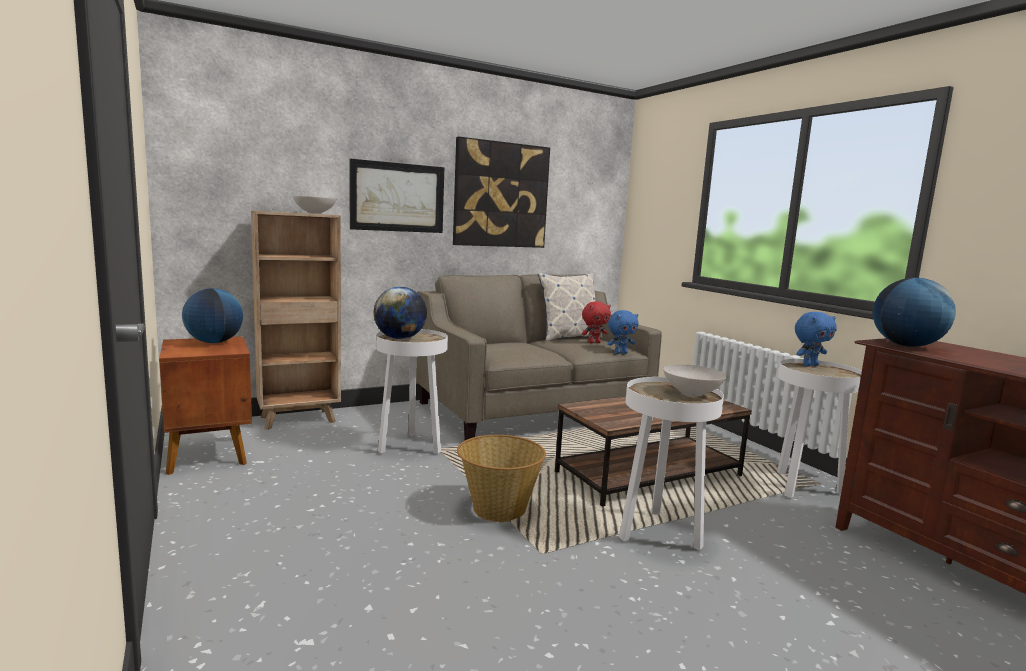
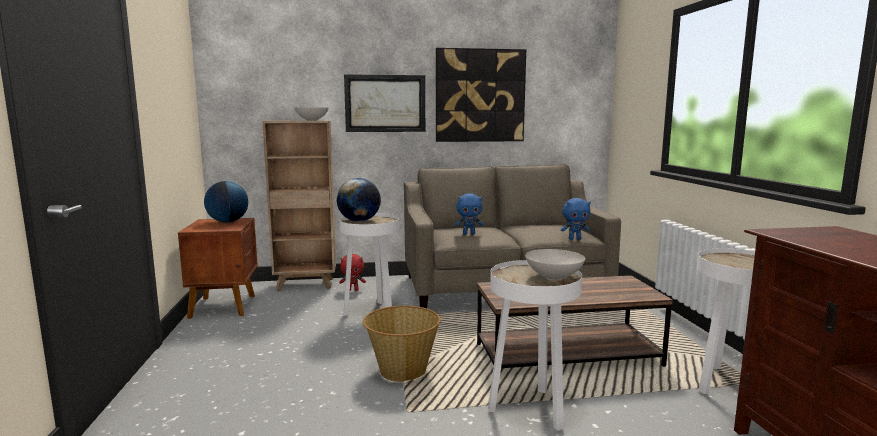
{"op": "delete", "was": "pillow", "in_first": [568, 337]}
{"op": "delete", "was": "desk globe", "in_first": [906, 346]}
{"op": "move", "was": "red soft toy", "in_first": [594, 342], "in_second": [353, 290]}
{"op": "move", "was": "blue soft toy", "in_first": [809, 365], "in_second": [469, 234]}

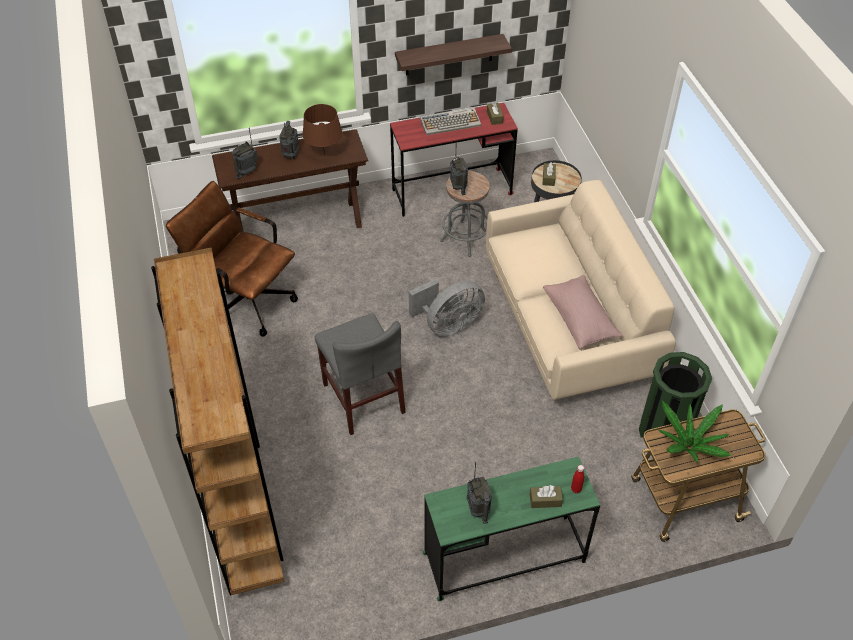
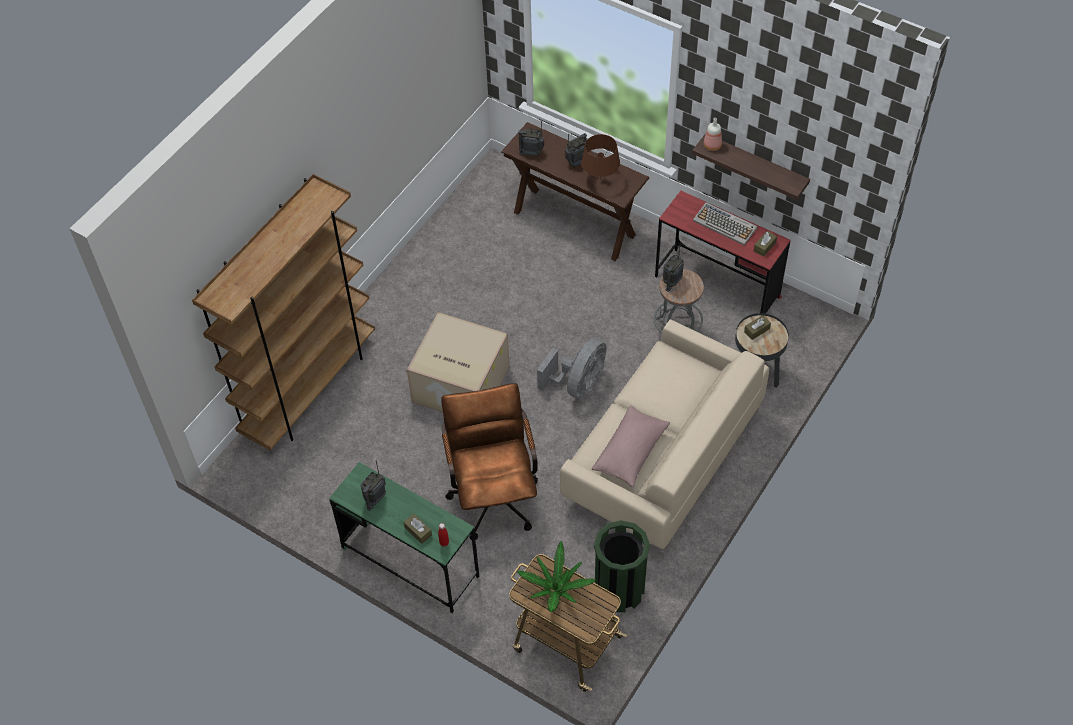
{"op": "move", "was": "brownish office chair", "in_first": [244, 300], "in_second": [493, 493]}
{"op": "rotate", "was": "grey electric fan", "in_first": [448, 325], "in_second": [578, 384], "clockwise": -75}
{"op": "replace", "was": "grey plain chair", "now": "packing box", "in_first": [363, 398], "in_second": [459, 385]}
{"op": "insert", "now": "drink bottle", "in_second": [713, 145]}

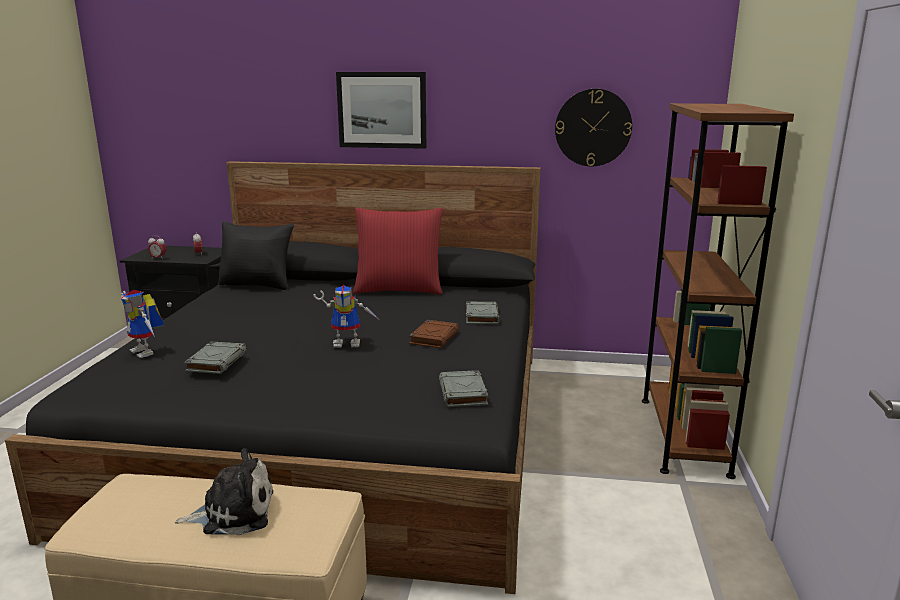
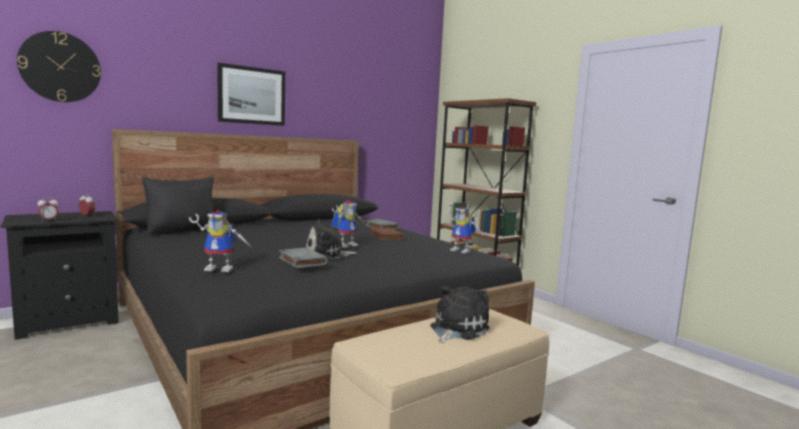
{"op": "move", "was": "hanging clock", "in_first": [593, 127], "in_second": [60, 67]}
{"op": "delete", "was": "red pillow", "in_first": [399, 290]}
{"op": "replace", "was": "grey bound book", "now": "robot figure", "in_first": [463, 393], "in_second": [463, 251]}
{"op": "insert", "now": "soft toy", "in_second": [327, 255]}

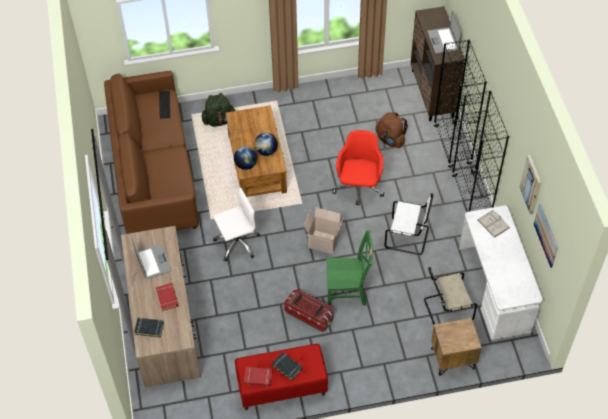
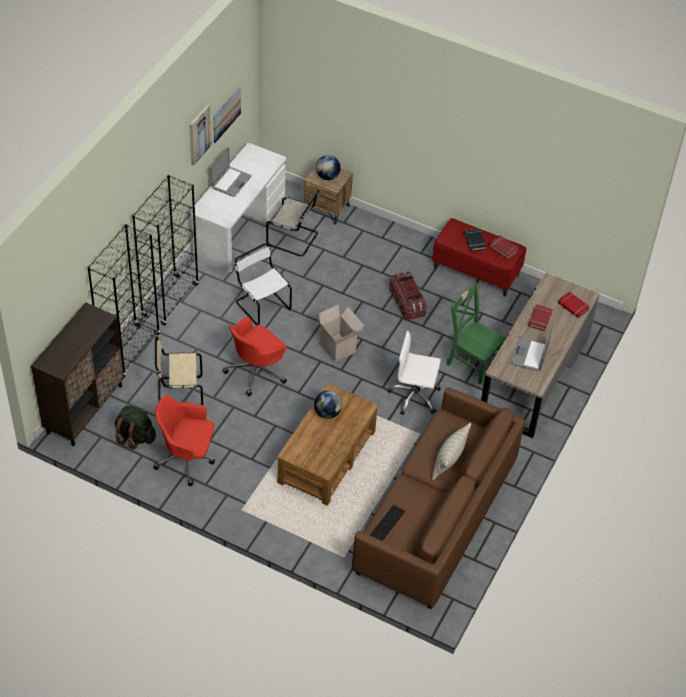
{"op": "move", "was": "laptop", "in_first": [443, 41], "in_second": [231, 182]}
{"op": "move", "was": "green-coloured knapsack", "in_first": [219, 120], "in_second": [135, 437]}
{"op": "replace", "was": "brownish knapsack", "now": "sand-coloured plain chair", "in_first": [390, 139], "in_second": [178, 393]}
{"op": "move", "was": "desk globe", "in_first": [246, 165], "in_second": [327, 176]}
{"op": "delete", "was": "white-coloured bound book", "in_first": [493, 224]}
{"op": "move", "was": "green-coloured plain chair", "in_first": [348, 291], "in_second": [471, 361]}
{"op": "recolor", "was": "black bound book", "now": "red bound book", "in_first": [149, 328], "in_second": [573, 306]}
{"op": "insert", "now": "red office chair", "in_second": [187, 458]}
{"op": "insert", "now": "pillow", "in_second": [449, 460]}

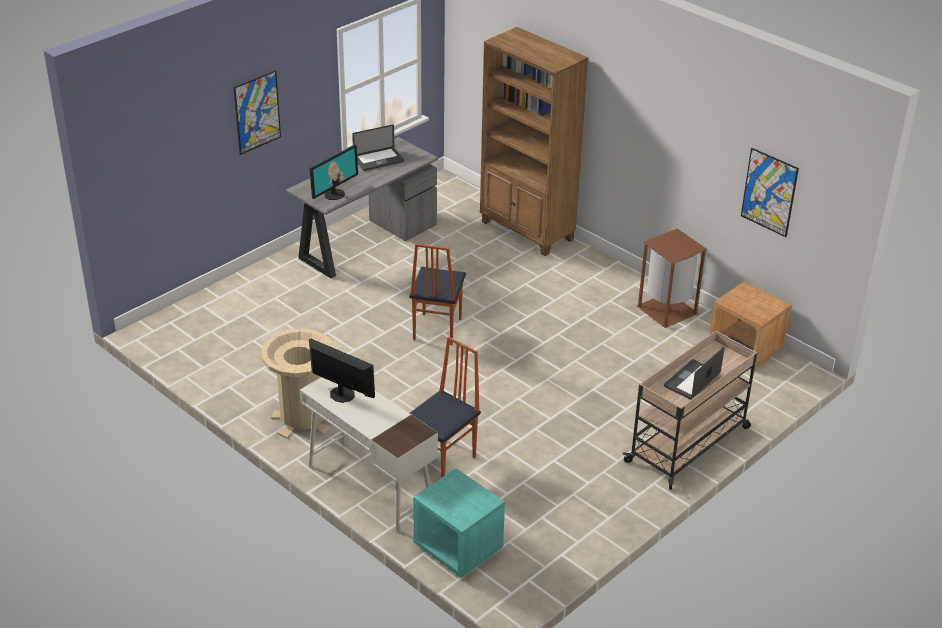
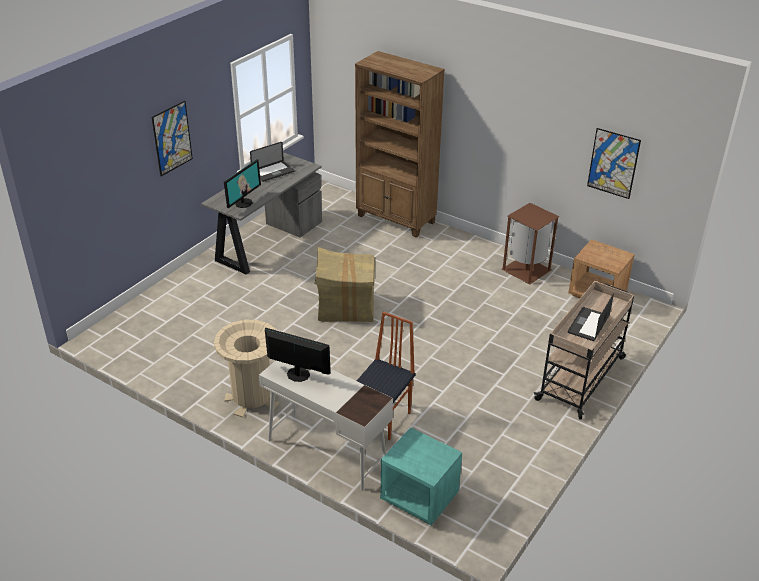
{"op": "replace", "was": "plain chair", "now": "packing box", "in_first": [436, 329], "in_second": [345, 307]}

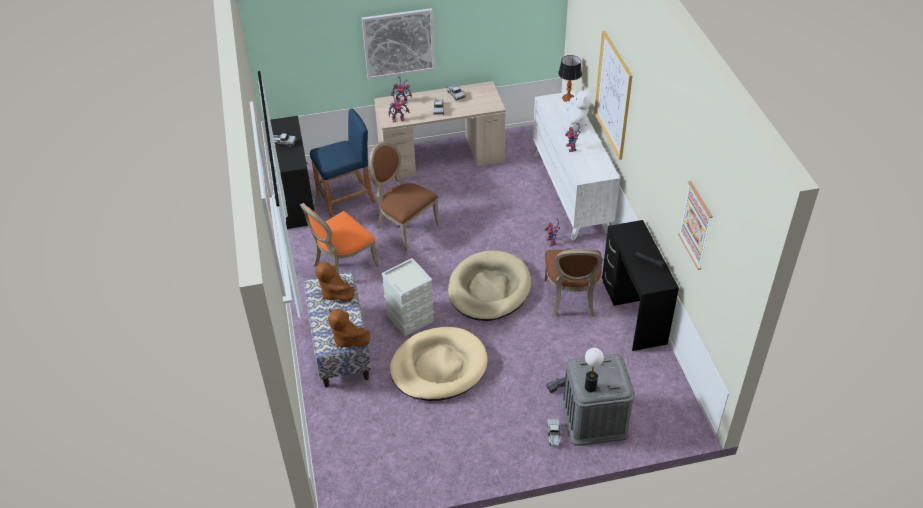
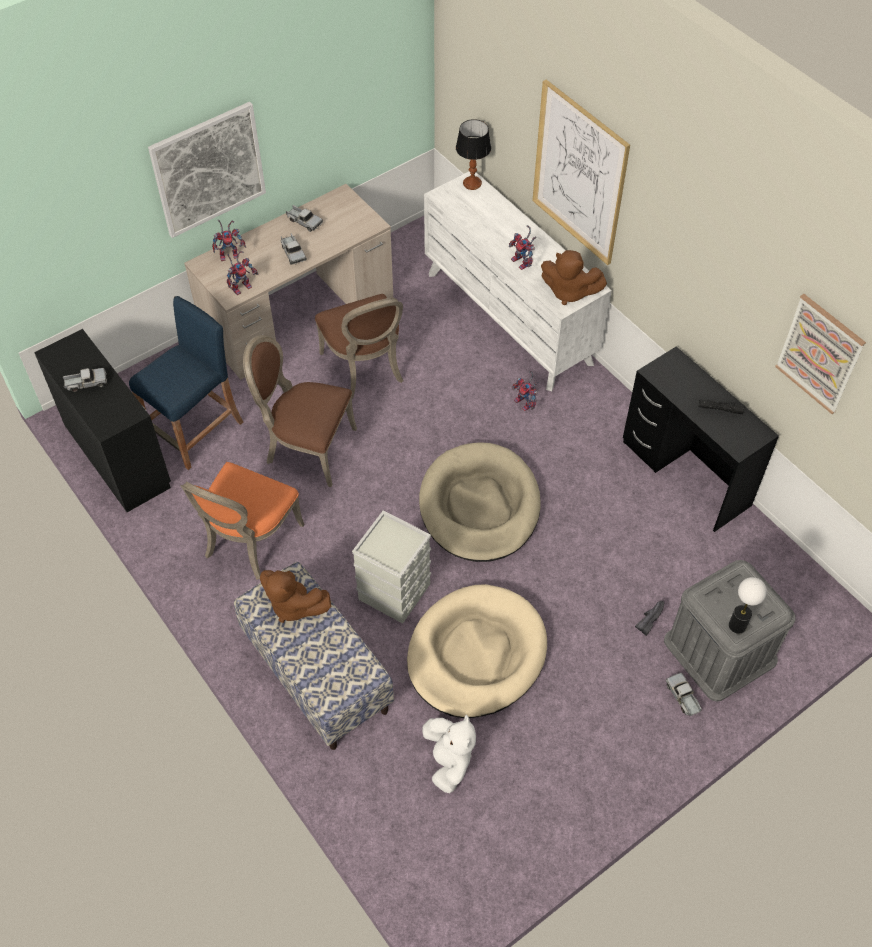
{"op": "move", "was": "white-coloured soft toy", "in_first": [574, 124], "in_second": [449, 760]}
{"op": "move", "was": "brownish plain chair", "in_first": [571, 299], "in_second": [366, 368]}
{"op": "move", "was": "brownish soft toy", "in_first": [348, 339], "in_second": [569, 292]}

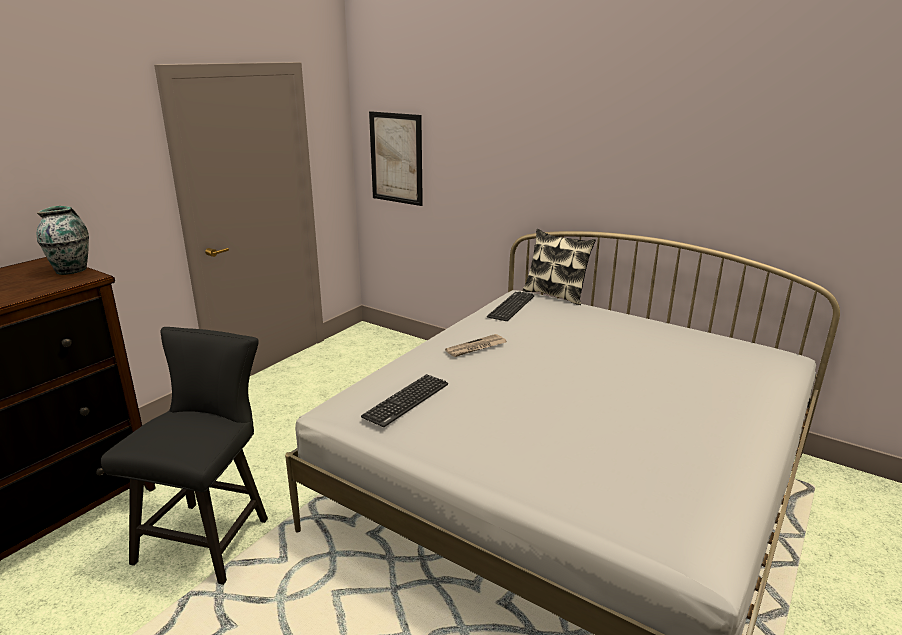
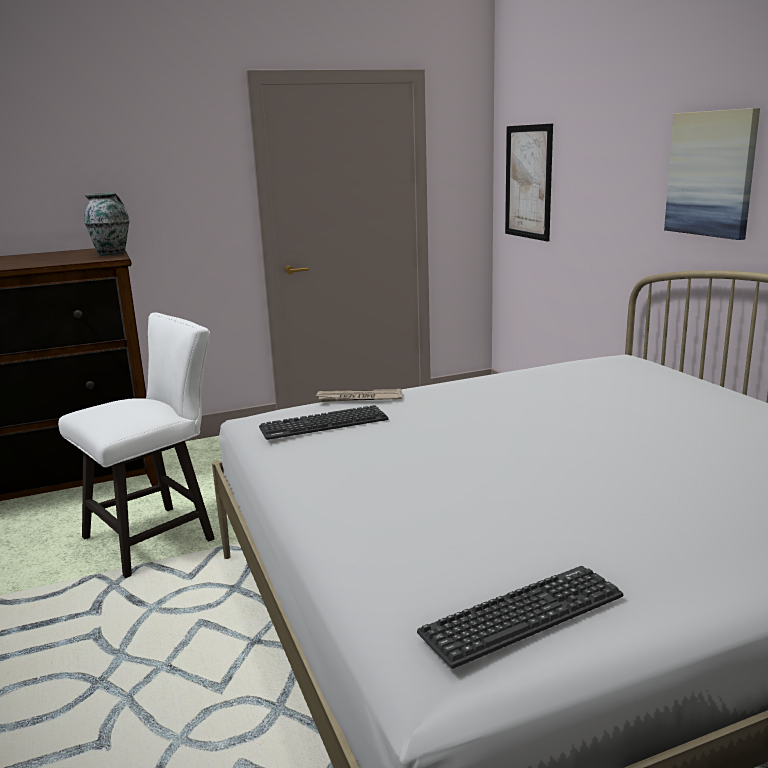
{"op": "delete", "was": "pillow", "in_first": [555, 295]}
{"op": "move", "was": "keyboard", "in_first": [511, 306], "in_second": [523, 615]}
{"op": "recolor", "was": "black plain chair", "now": "white-coloured plain chair", "in_first": [209, 535], "in_second": [158, 536]}
{"op": "move", "was": "daily paper", "in_first": [476, 348], "in_second": [358, 398]}
{"op": "insert", "now": "wall art", "in_second": [711, 174]}

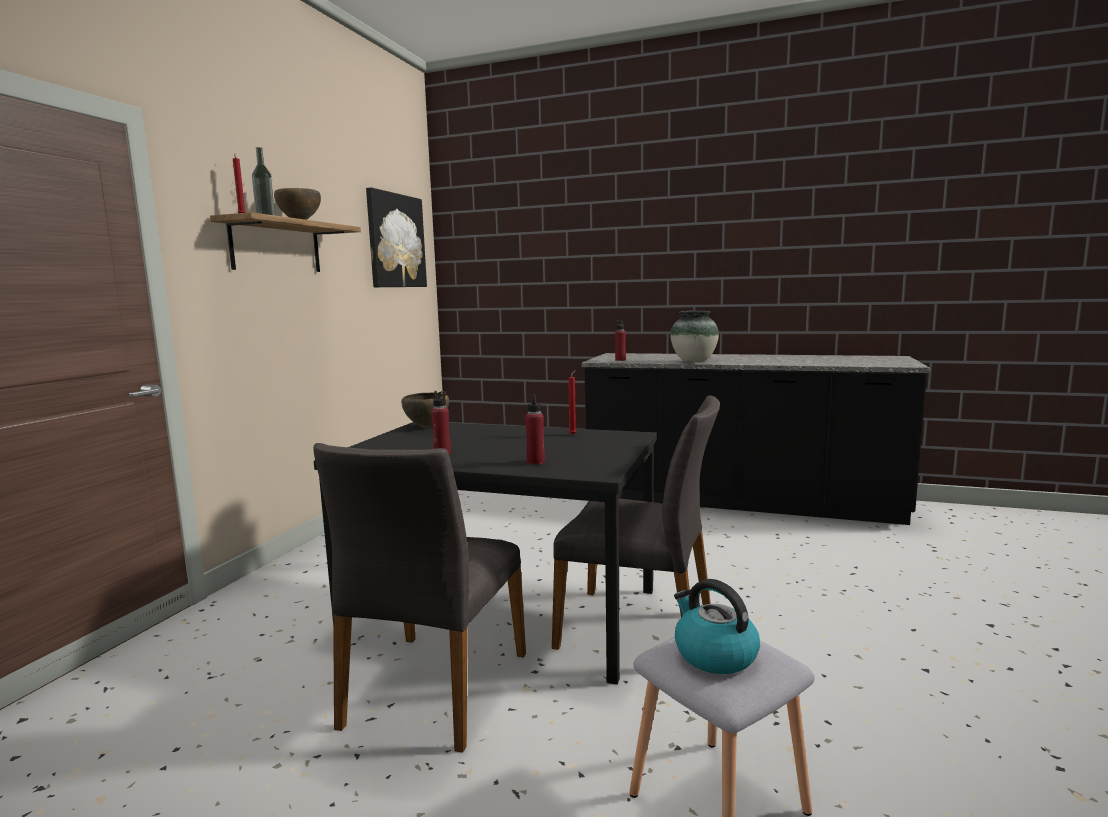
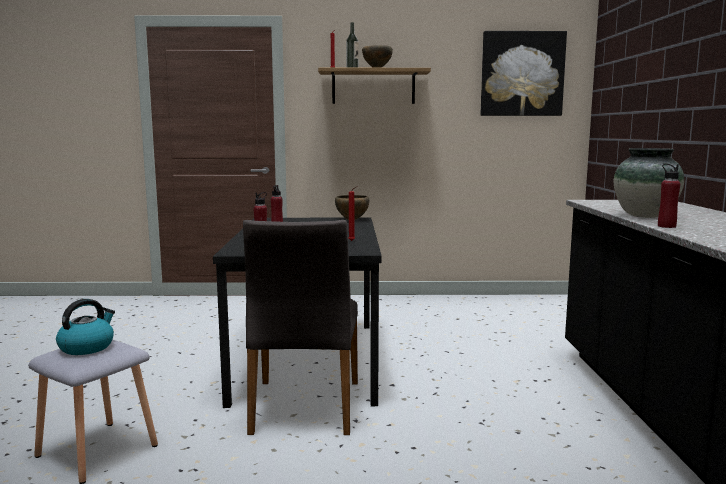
{"op": "move", "was": "red drink bottle", "in_first": [620, 360], "in_second": [666, 226]}
{"op": "delete", "was": "grey plain chair", "in_first": [434, 689]}

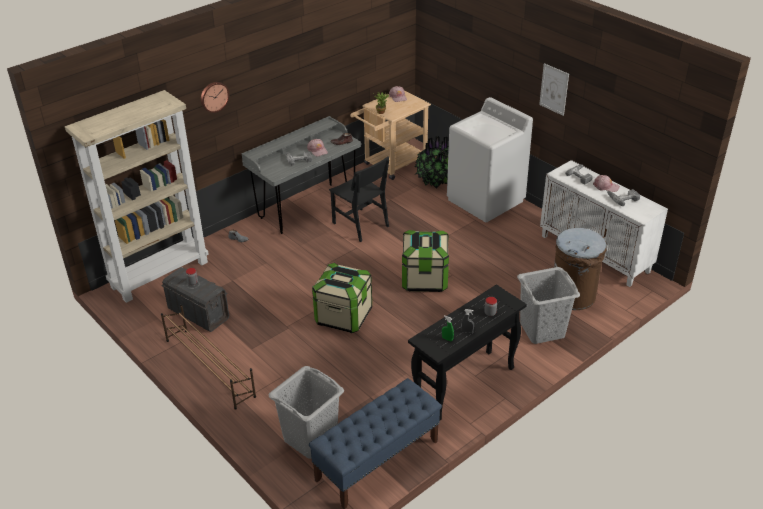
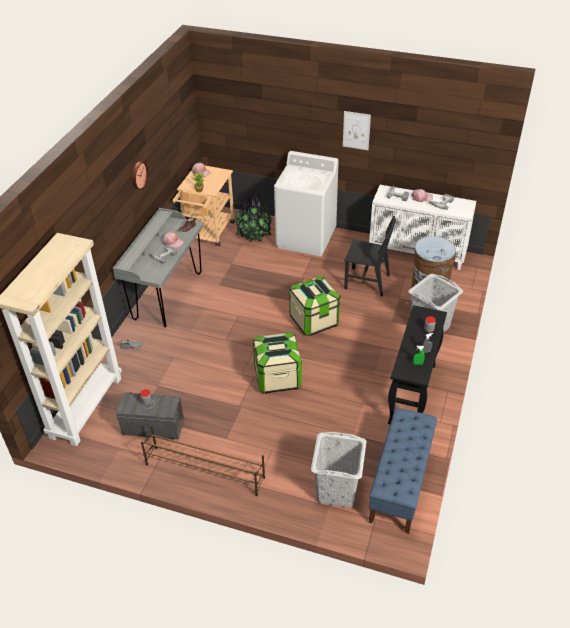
{"op": "move", "was": "hanging clock", "in_first": [214, 96], "in_second": [138, 175]}
{"op": "move", "was": "black plain chair", "in_first": [360, 225], "in_second": [367, 282]}

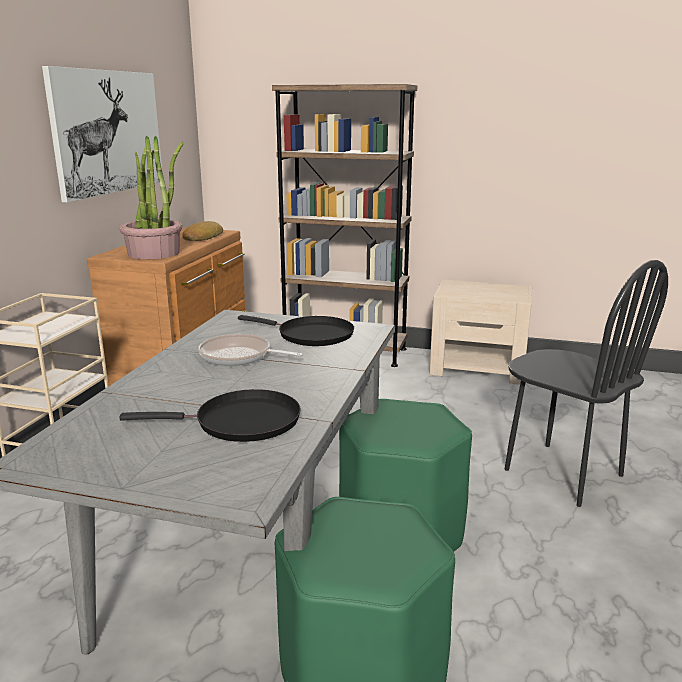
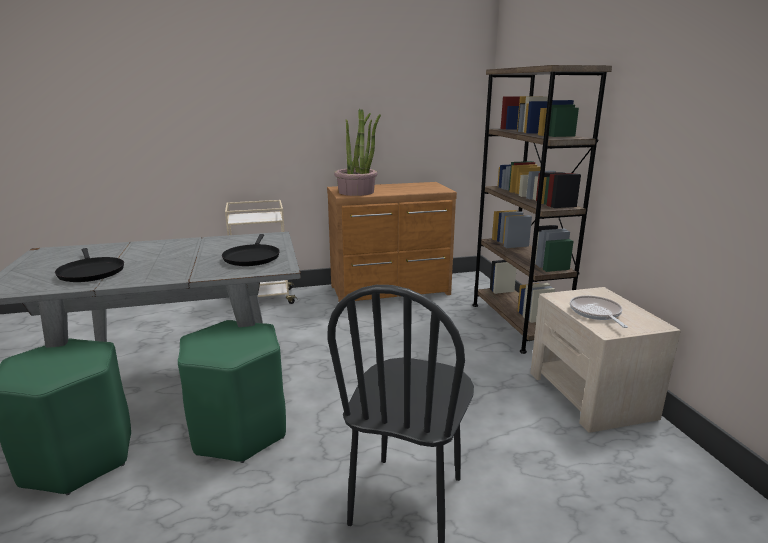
{"op": "delete", "was": "wall art", "in_first": [108, 132]}
{"op": "delete", "was": "baked bread", "in_first": [202, 237]}
{"op": "move", "was": "pan", "in_first": [239, 356], "in_second": [596, 313]}

